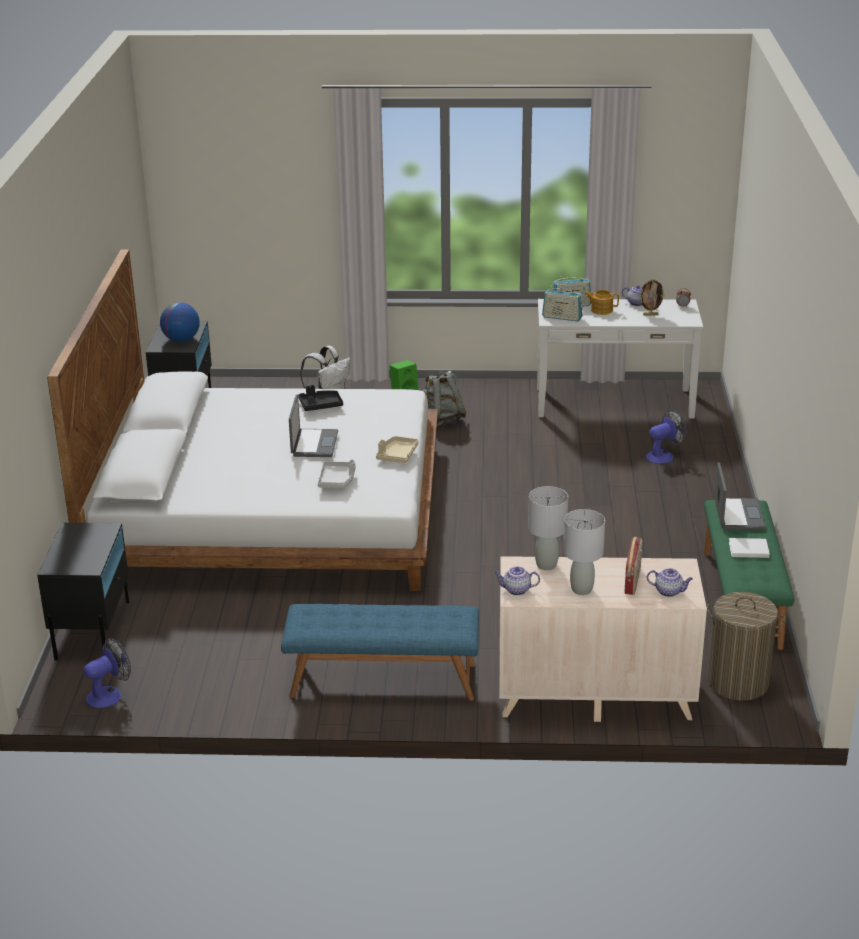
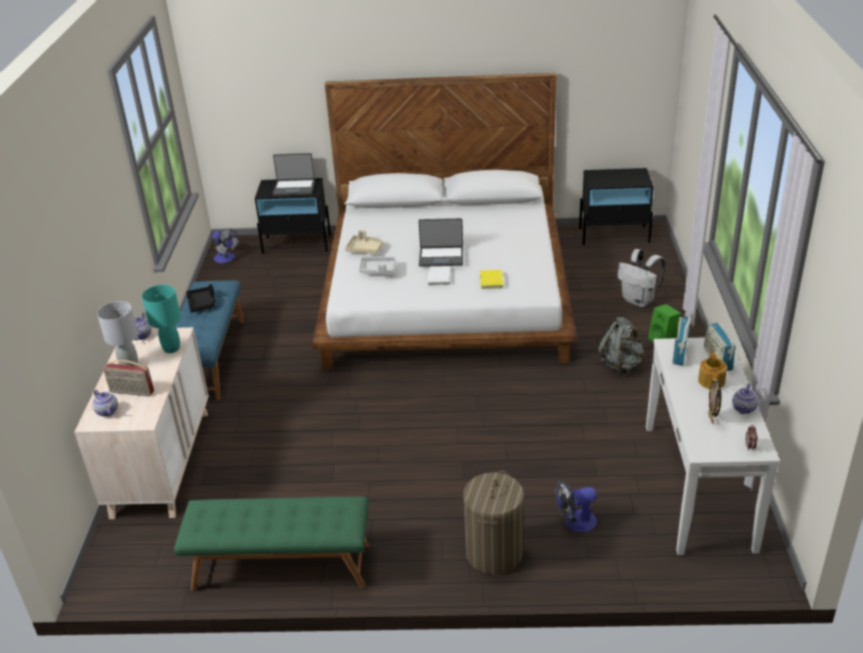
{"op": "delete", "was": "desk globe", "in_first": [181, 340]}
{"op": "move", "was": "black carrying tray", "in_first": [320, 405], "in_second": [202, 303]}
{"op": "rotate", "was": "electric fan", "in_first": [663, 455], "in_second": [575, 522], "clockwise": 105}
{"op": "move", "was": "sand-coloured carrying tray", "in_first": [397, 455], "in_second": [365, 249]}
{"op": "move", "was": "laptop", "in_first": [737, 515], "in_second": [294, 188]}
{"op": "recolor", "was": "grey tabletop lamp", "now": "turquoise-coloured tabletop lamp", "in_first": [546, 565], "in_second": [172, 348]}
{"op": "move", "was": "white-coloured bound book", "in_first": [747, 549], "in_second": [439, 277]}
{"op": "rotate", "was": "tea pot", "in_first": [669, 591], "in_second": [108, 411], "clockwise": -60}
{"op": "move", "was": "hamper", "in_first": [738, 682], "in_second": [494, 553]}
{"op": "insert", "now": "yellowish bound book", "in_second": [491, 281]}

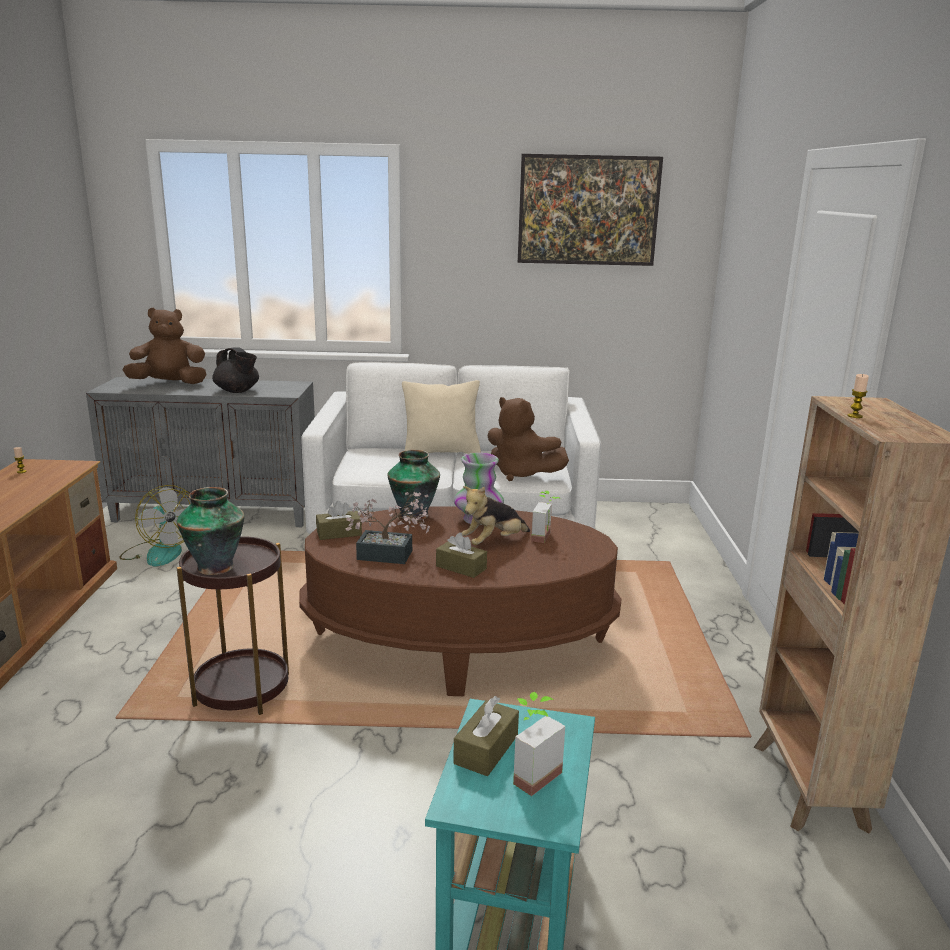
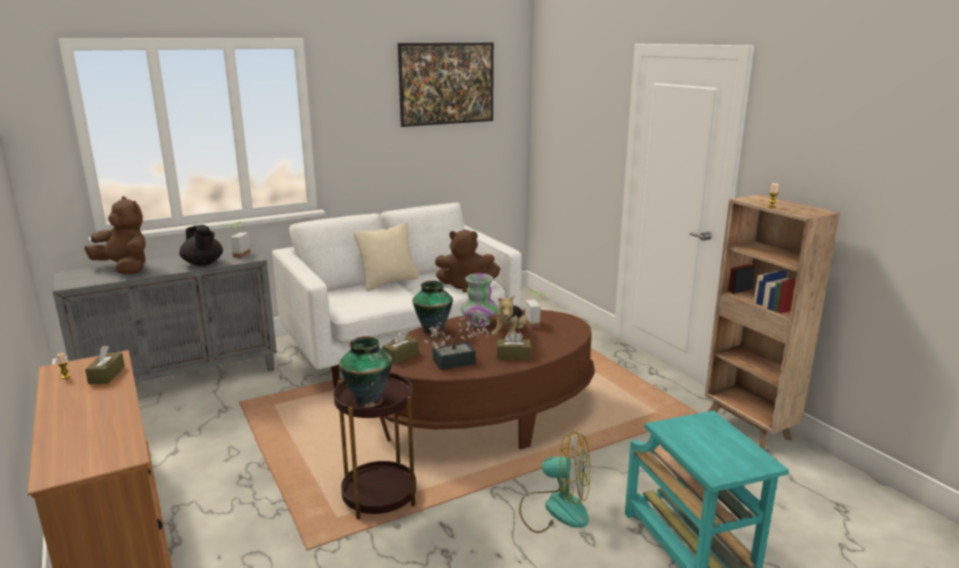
{"op": "rotate", "was": "brownish soft toy", "in_first": [169, 384], "in_second": [125, 269], "clockwise": 75}
{"op": "rotate", "was": "black tea pot", "in_first": [237, 391], "in_second": [203, 264], "clockwise": 45}
{"op": "move", "was": "electric fan", "in_first": [159, 552], "in_second": [555, 509]}
{"op": "move", "was": "plant in a pot", "in_first": [530, 773], "in_second": [238, 254]}
{"op": "move", "was": "brownish tissue holder", "in_first": [486, 749], "in_second": [107, 375]}

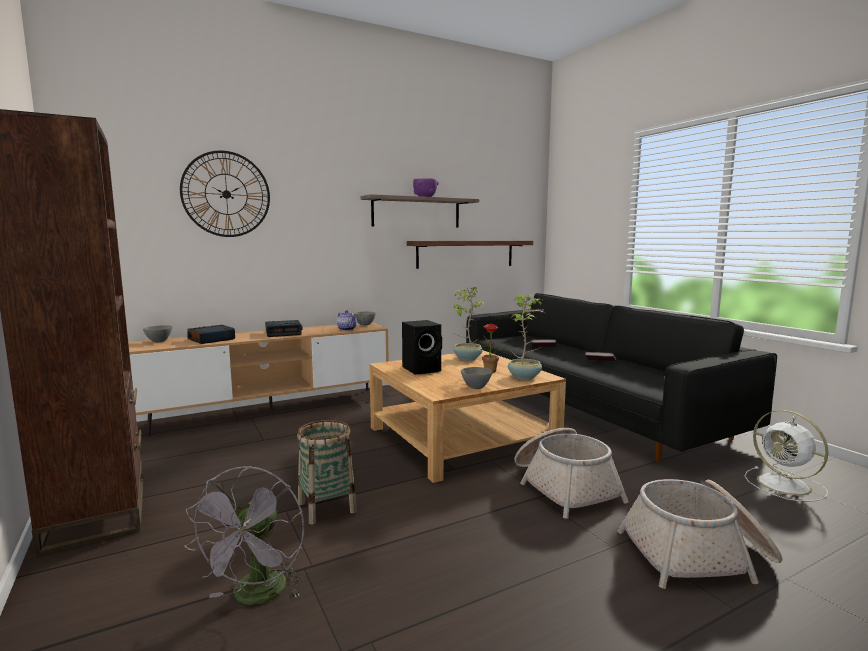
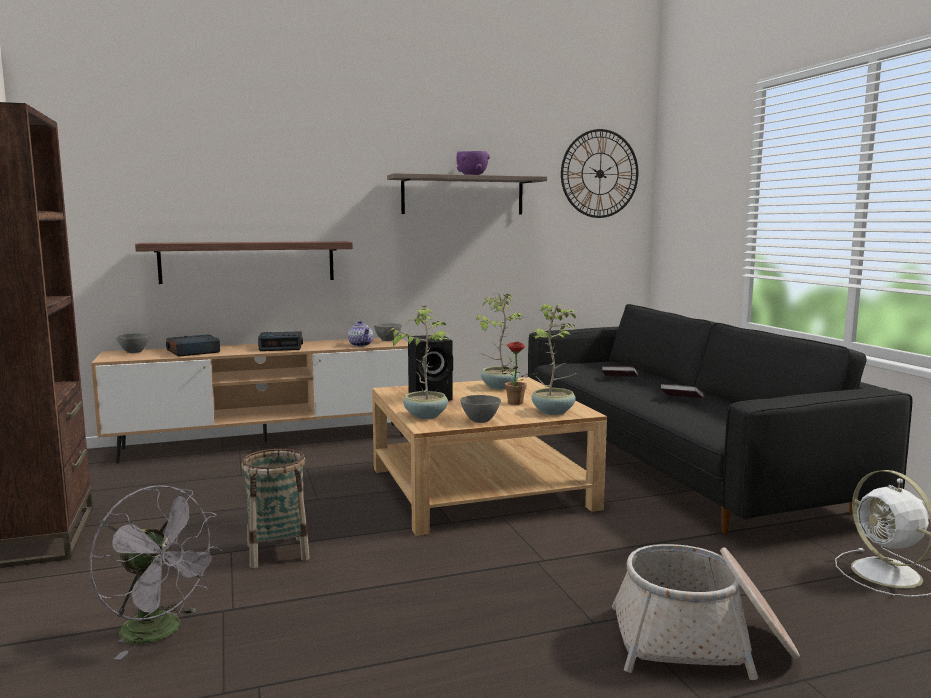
{"op": "move", "was": "hanging clock", "in_first": [226, 194], "in_second": [600, 173]}
{"op": "move", "was": "bracket shelf", "in_first": [466, 254], "in_second": [248, 262]}
{"op": "delete", "was": "household basket", "in_first": [564, 487]}
{"op": "rotate", "was": "grey electric fan", "in_first": [257, 597], "in_second": [161, 632], "clockwise": -75}
{"op": "insert", "now": "plant in a pot", "in_second": [425, 415]}

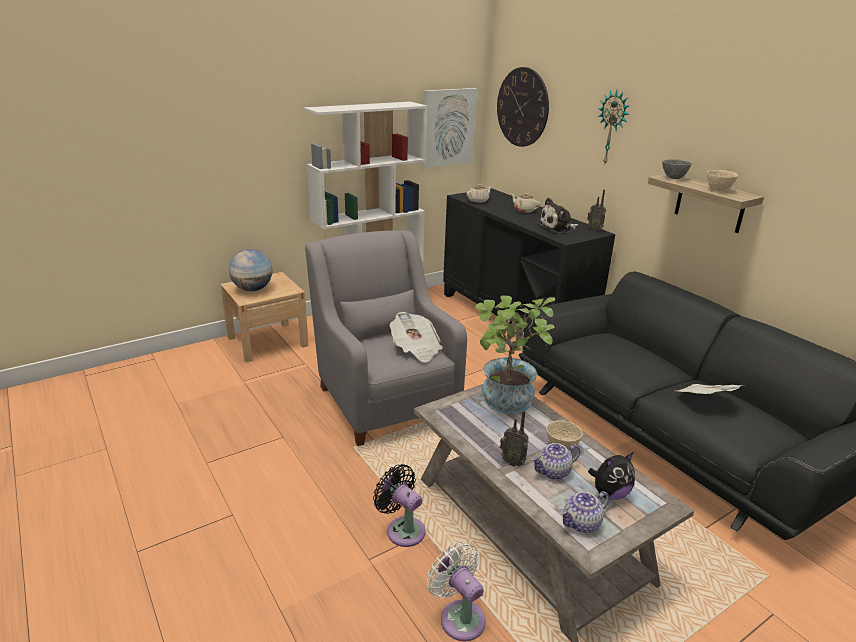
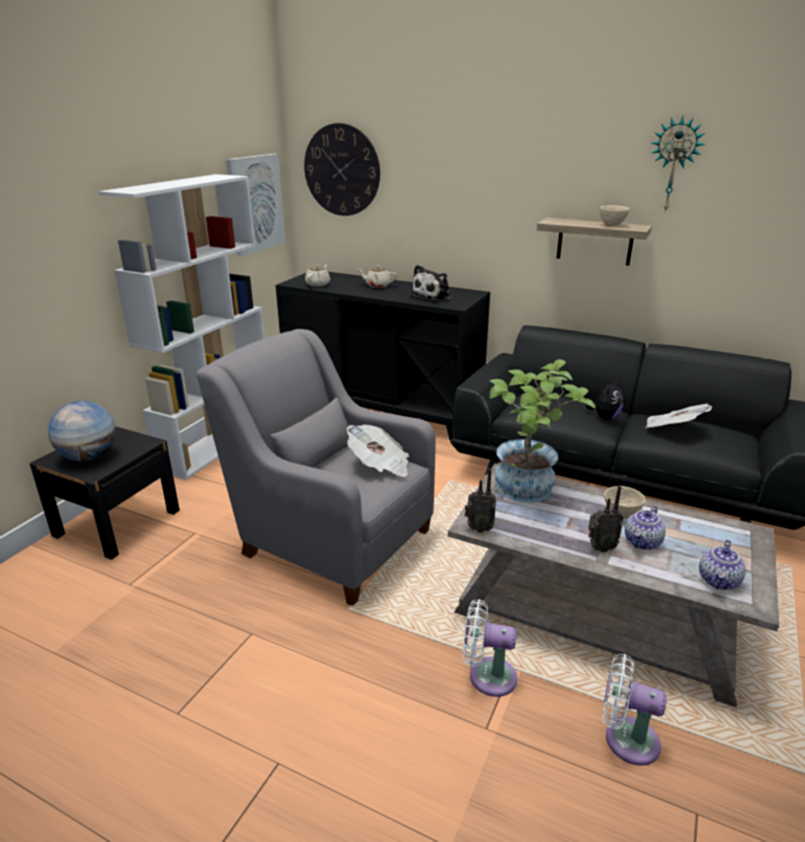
{"op": "move", "was": "hanging clock", "in_first": [612, 127], "in_second": [674, 165]}
{"op": "delete", "was": "grey bowl", "in_first": [673, 178]}
{"op": "move", "was": "radio receiver", "in_first": [594, 229], "in_second": [478, 528]}
{"op": "recolor", "was": "sand-coloured night table", "now": "black night table", "in_first": [267, 341], "in_second": [117, 523]}
{"op": "move", "was": "soft toy", "in_first": [609, 493], "in_second": [605, 417]}
{"op": "recolor", "was": "black electric fan", "now": "white-coloured electric fan", "in_first": [403, 529], "in_second": [487, 676]}

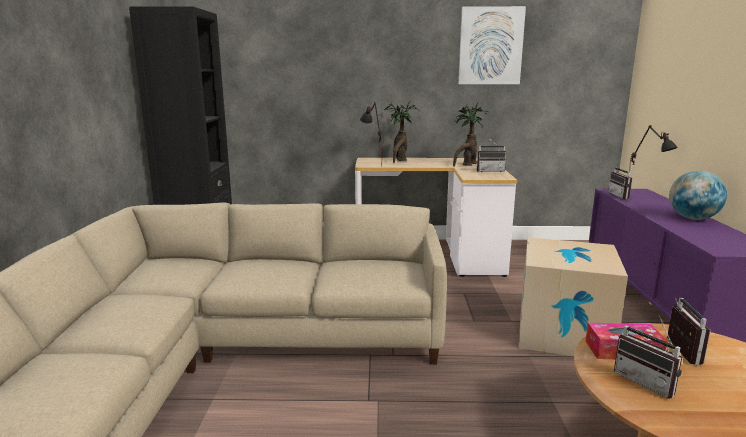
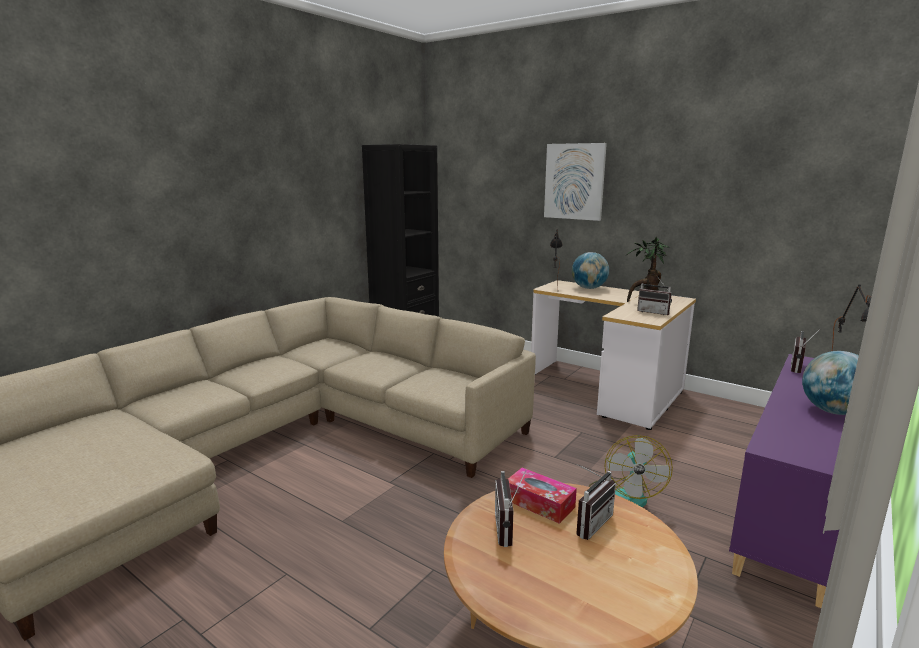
{"op": "move", "was": "wall art", "in_first": [490, 46], "in_second": [574, 181]}
{"op": "replace", "was": "plant in a pot", "now": "desk globe", "in_first": [400, 160], "in_second": [589, 288]}
{"op": "replace", "was": "packing box", "now": "electric fan", "in_first": [563, 333], "in_second": [625, 496]}

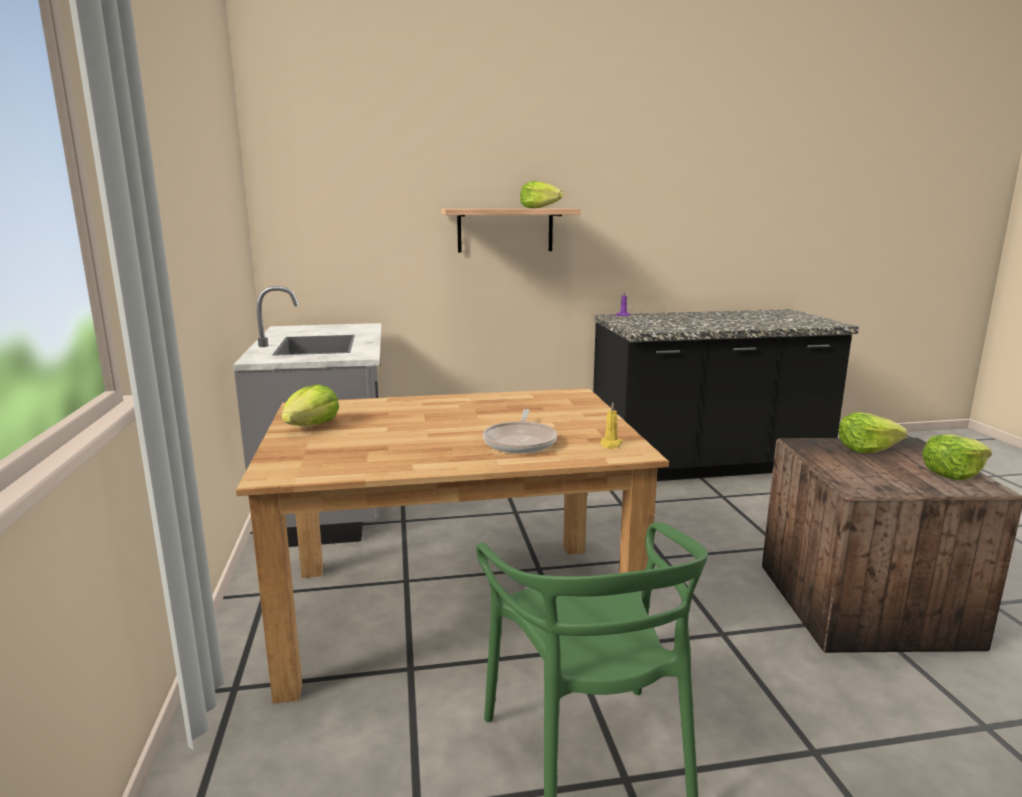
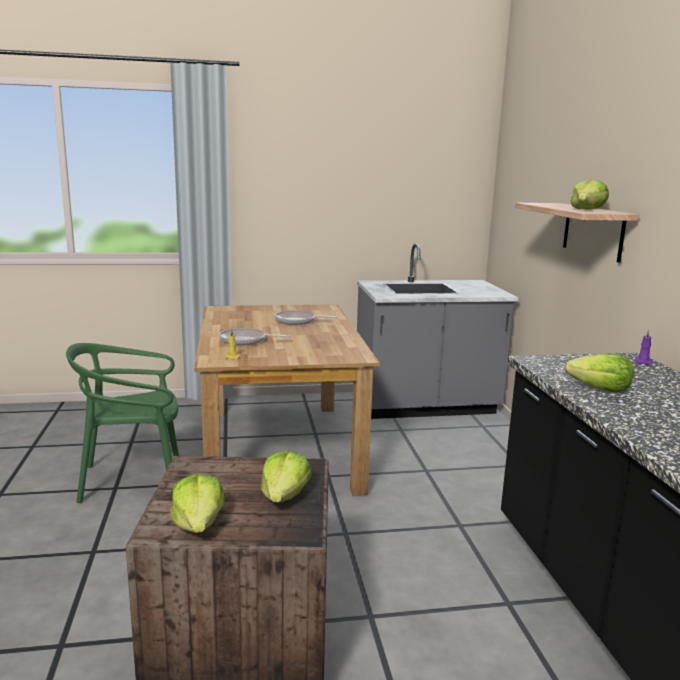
{"op": "move", "was": "lettuce head", "in_first": [312, 426], "in_second": [600, 389]}
{"op": "insert", "now": "pan", "in_second": [298, 321]}

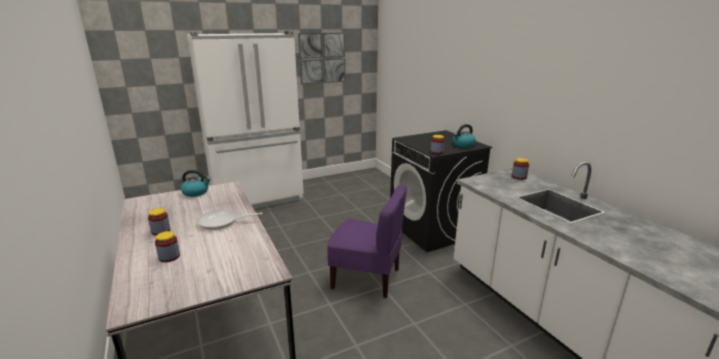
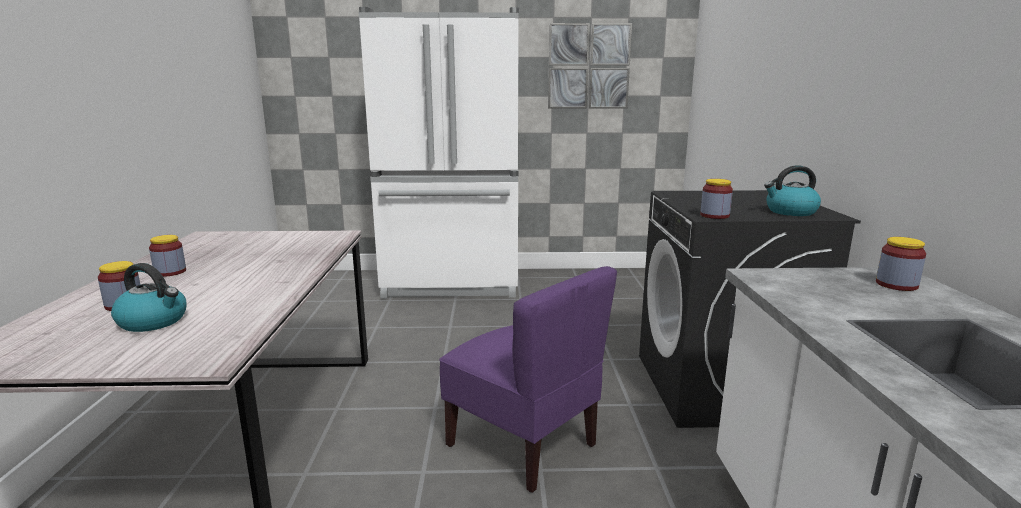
{"op": "move", "was": "kettle", "in_first": [196, 192], "in_second": [154, 321]}
{"op": "delete", "was": "pan", "in_first": [222, 222]}

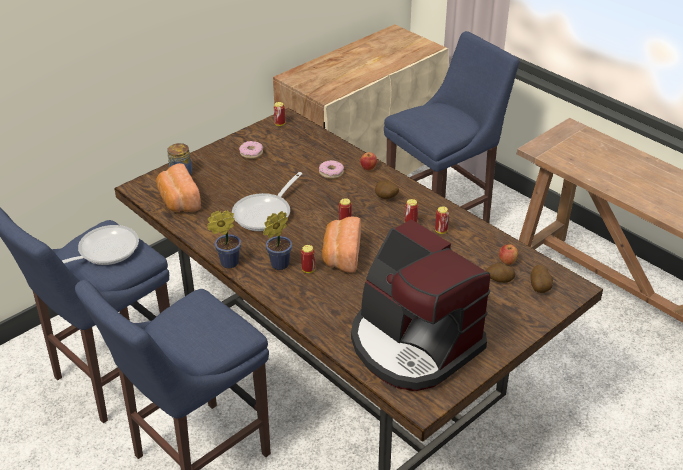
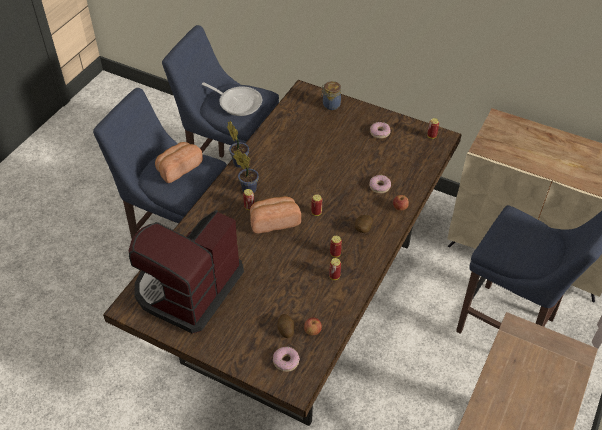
{"op": "move", "was": "baked bread", "in_first": [178, 201], "in_second": [178, 168]}
{"op": "delete", "was": "pan", "in_first": [266, 213]}
{"op": "replace", "was": "potato", "now": "doughnut", "in_first": [540, 288], "in_second": [286, 361]}

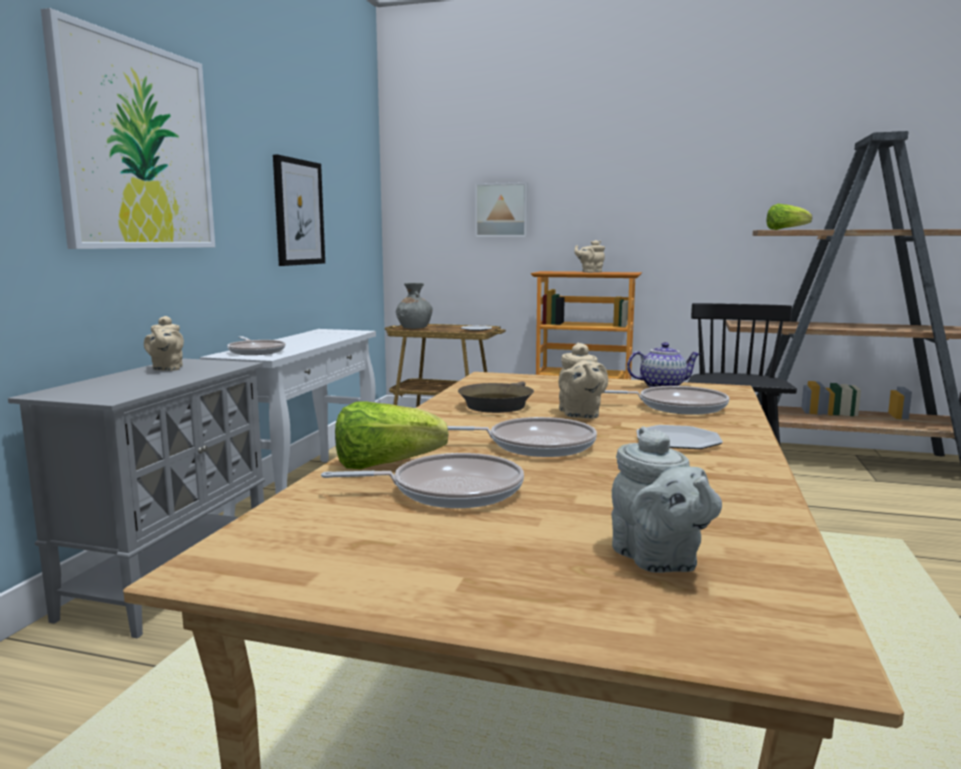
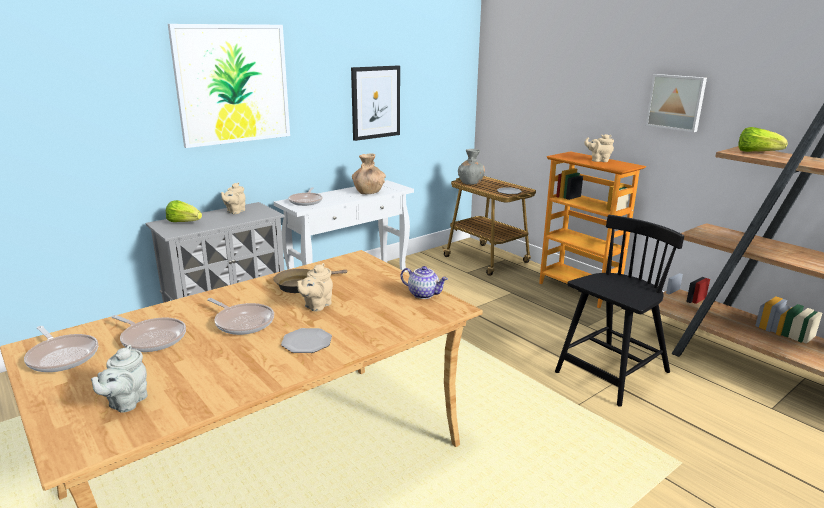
{"op": "move", "was": "wall art", "in_first": [502, 210], "in_second": [676, 102]}
{"op": "move", "was": "pan", "in_first": [676, 407], "in_second": [62, 356]}
{"op": "move", "was": "lettuce head", "in_first": [385, 465], "in_second": [184, 222]}
{"op": "insert", "now": "brownish decorative vase", "in_second": [368, 192]}

